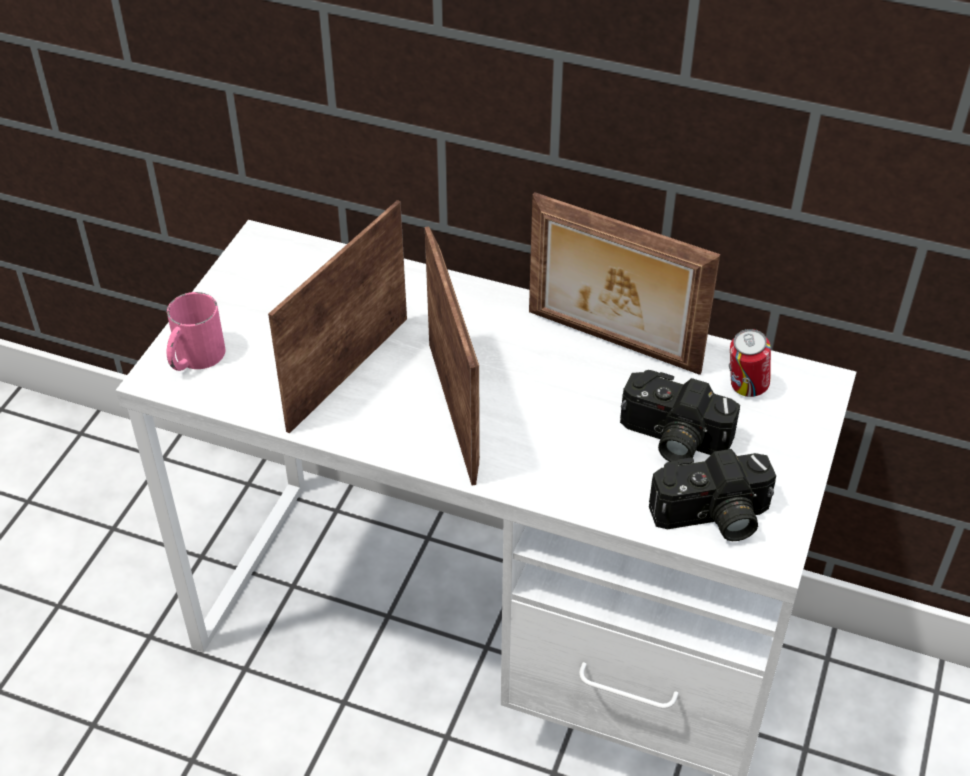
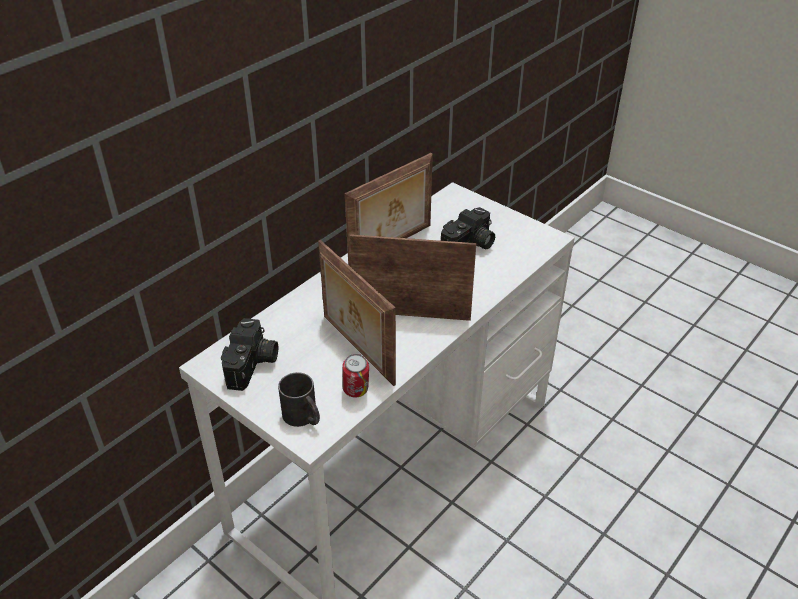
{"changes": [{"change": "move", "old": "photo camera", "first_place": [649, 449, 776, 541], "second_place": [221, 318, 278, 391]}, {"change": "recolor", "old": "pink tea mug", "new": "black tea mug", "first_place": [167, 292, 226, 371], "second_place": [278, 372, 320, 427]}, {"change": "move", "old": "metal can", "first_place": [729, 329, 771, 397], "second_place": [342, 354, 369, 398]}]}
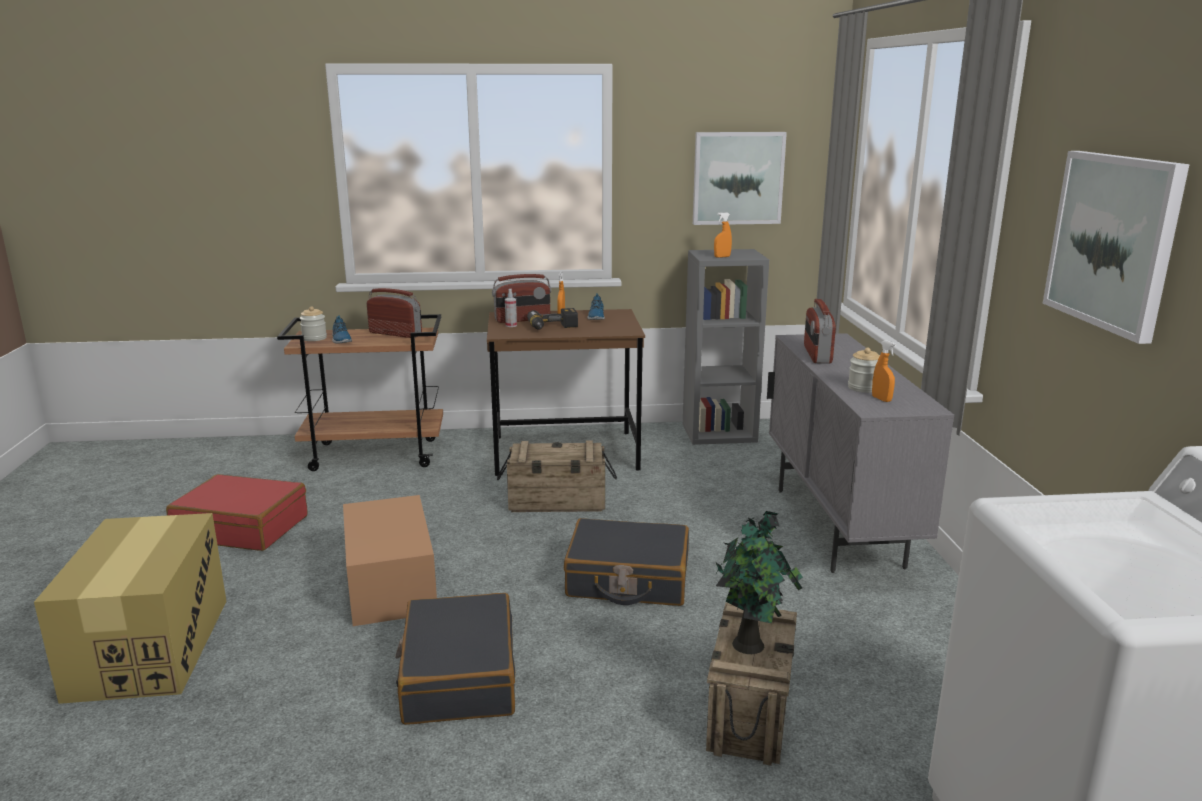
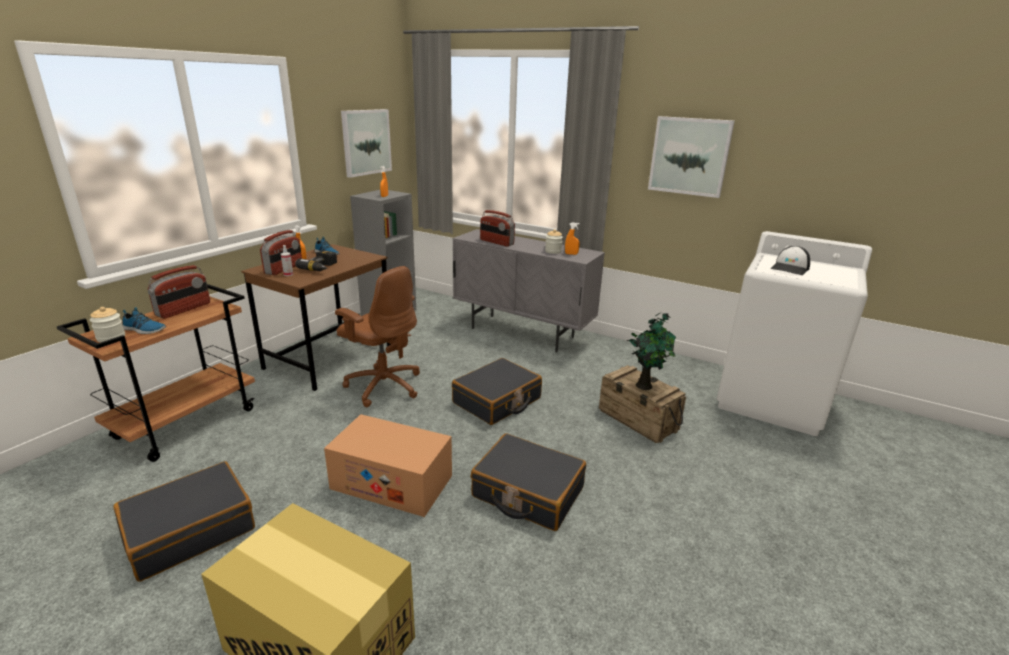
{"changes": [{"change": "recolor", "old": "red-coloured suitcase", "new": "black suitcase", "first_place": [166, 474, 308, 551], "second_place": [113, 461, 255, 582]}, {"change": "rotate", "old": "radio receiver", "first_place": [367, 288, 422, 338], "second_place": [148, 265, 210, 318], "degrees": 150}, {"change": "replace", "old": "packing crate", "new": "brownish computer chair", "first_place": [497, 440, 617, 512], "second_place": [335, 266, 420, 407]}, {"change": "insert", "new": "baseball cap", "second_place": [770, 246, 810, 275]}]}
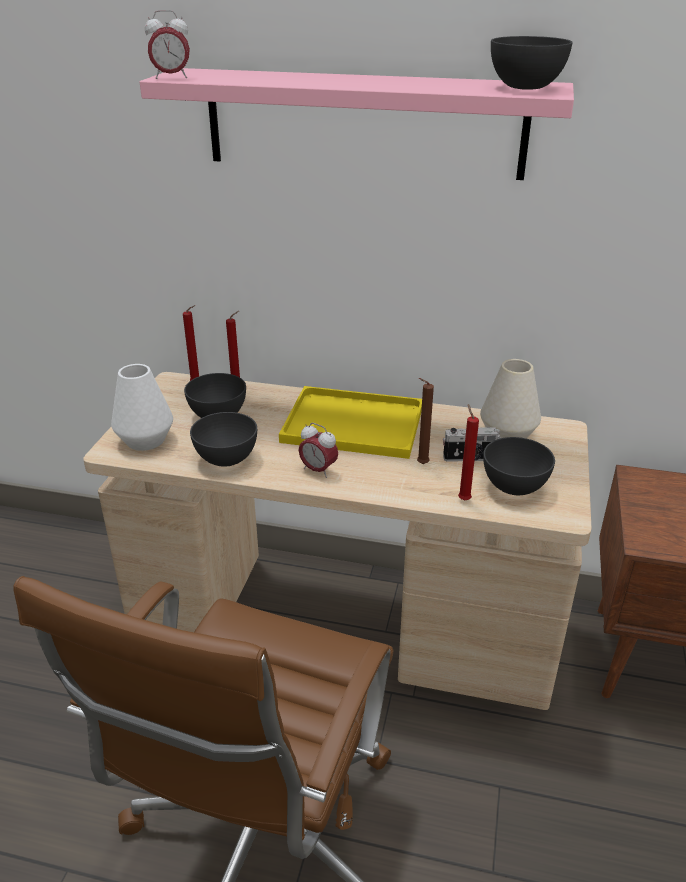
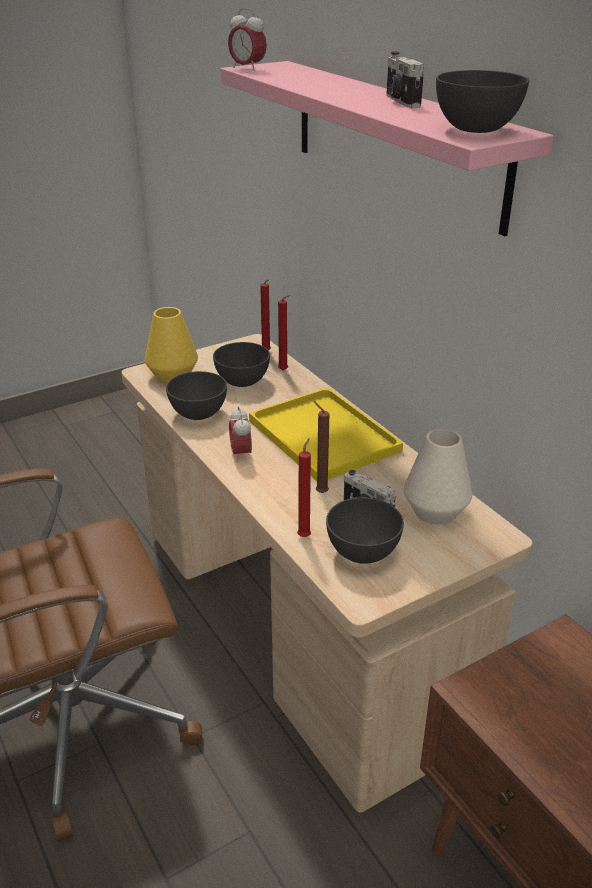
{"changes": [{"change": "recolor", "old": "whitish vase", "new": "yellow vase", "first_place": [111, 364, 173, 451], "second_place": [145, 307, 198, 383]}, {"change": "insert", "new": "photo camera", "second_place": [386, 51, 424, 108]}]}
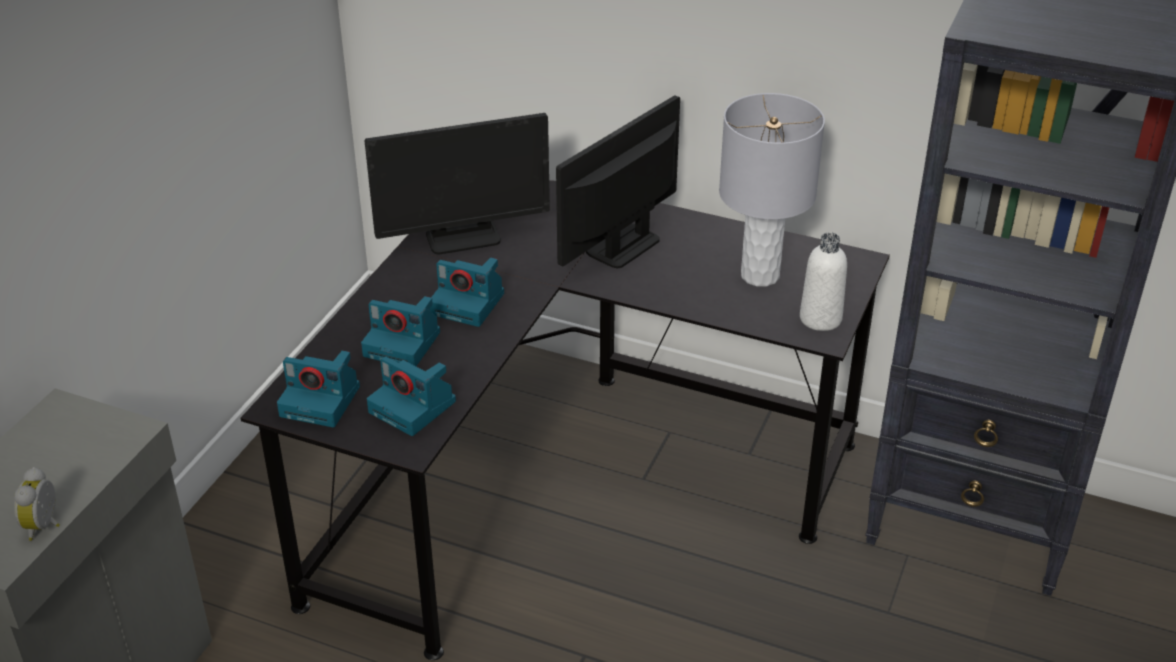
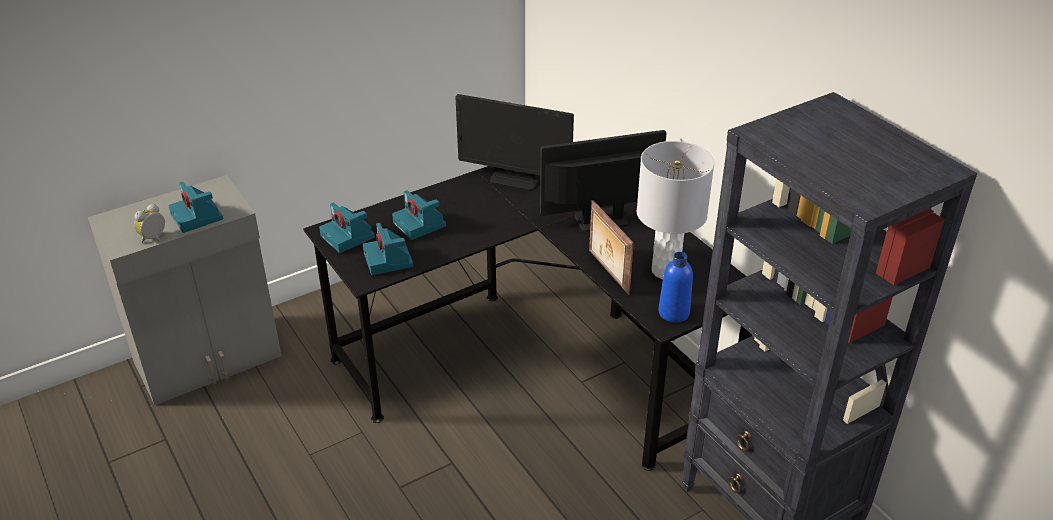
{"changes": [{"change": "move", "old": "photo camera", "first_place": [429, 258, 504, 327], "second_place": [168, 182, 223, 233]}, {"change": "insert", "new": "standing frame", "second_place": [589, 200, 634, 295]}, {"change": "recolor", "old": "whitish beverage bottle", "new": "blue beverage bottle", "first_place": [800, 232, 847, 331], "second_place": [658, 252, 693, 322]}]}
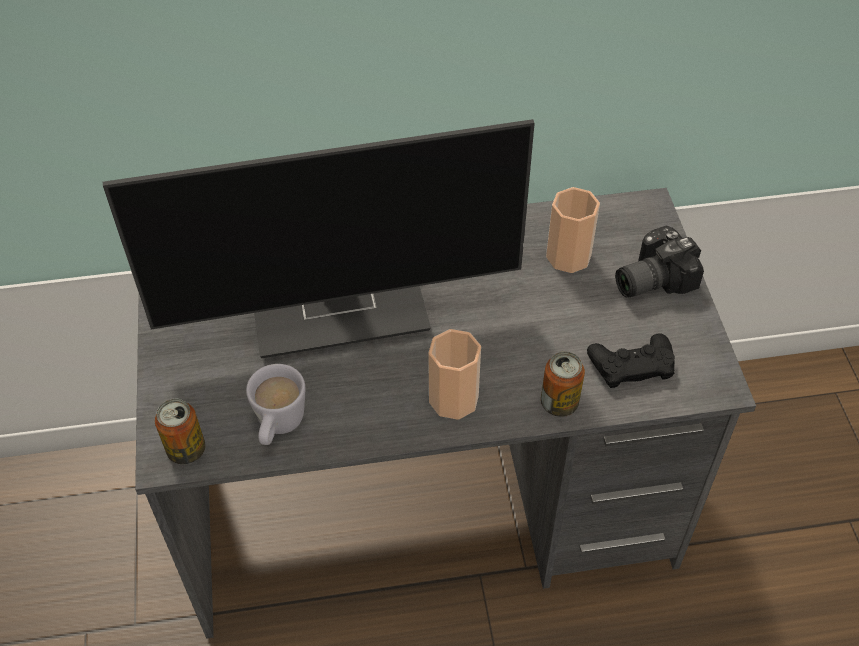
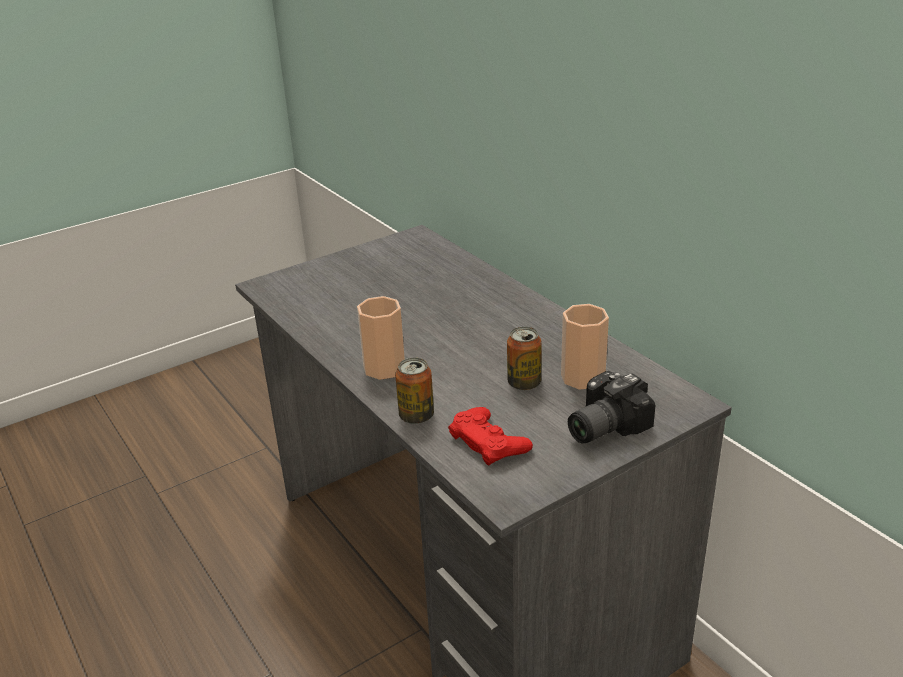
{"changes": [{"change": "recolor", "old": "black gamepad", "new": "red-coloured gamepad", "first_place": [587, 333, 675, 388], "second_place": [448, 407, 533, 466]}, {"change": "move", "old": "metal can", "first_place": [155, 399, 205, 464], "second_place": [507, 327, 542, 391]}, {"change": "rotate", "old": "photo camera", "first_place": [615, 225, 704, 297], "second_place": [568, 371, 655, 443], "degrees": -75}, {"change": "delete", "old": "computer screen", "first_place": [103, 119, 535, 358]}, {"change": "delete", "old": "whitish tea mug", "first_place": [246, 364, 305, 445]}]}
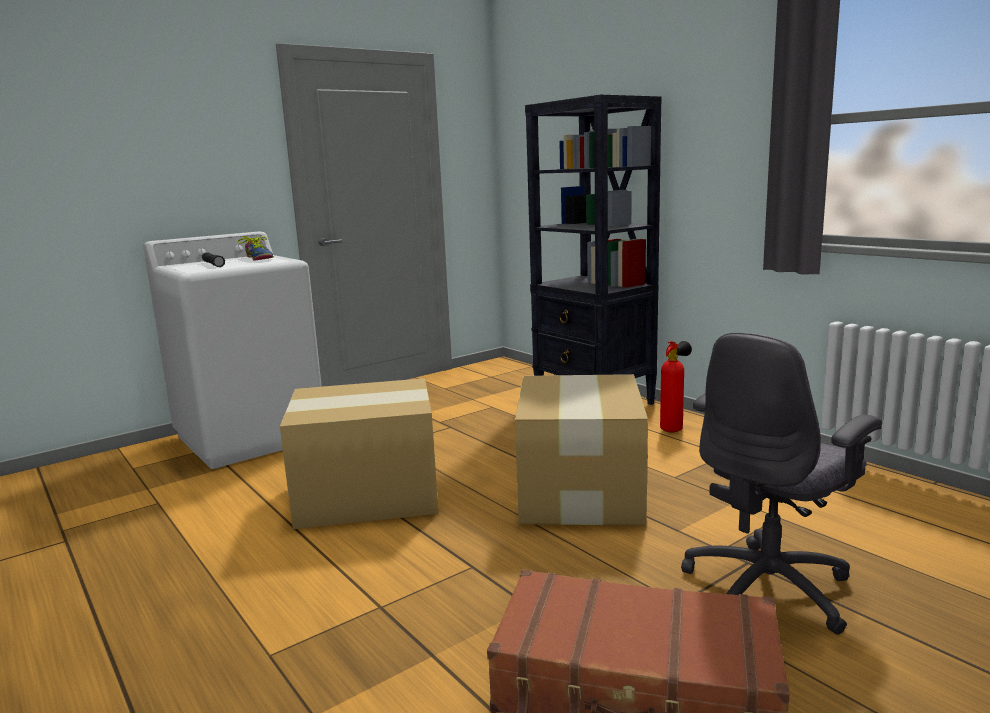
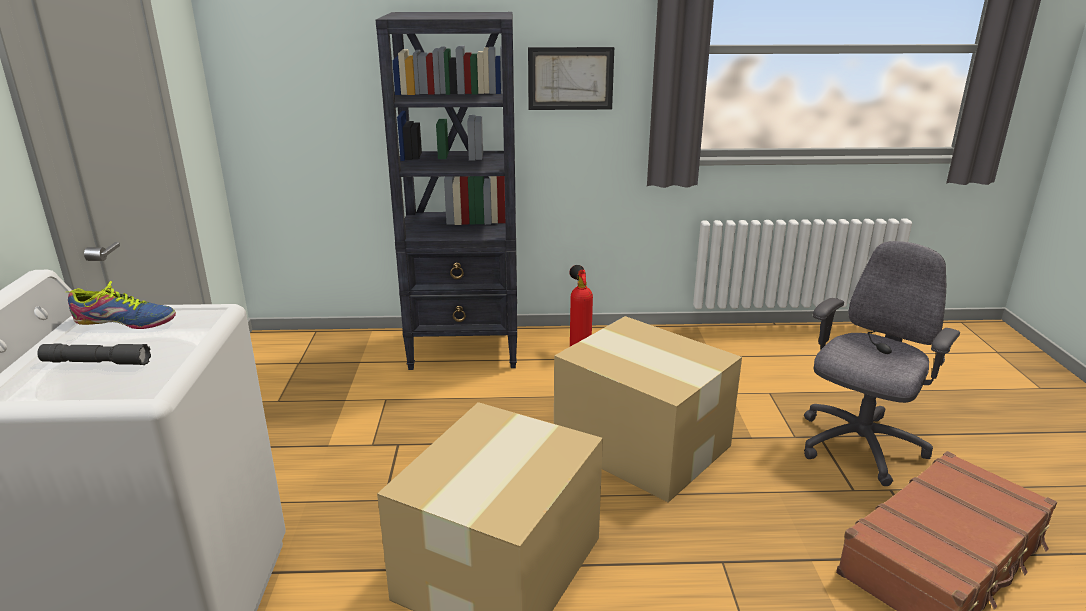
{"changes": [{"change": "insert", "new": "wall art", "second_place": [528, 47, 614, 110]}, {"change": "rotate", "old": "greyish computer chair", "first_place": [681, 332, 882, 635], "second_place": [804, 241, 960, 486], "degrees": -135}]}
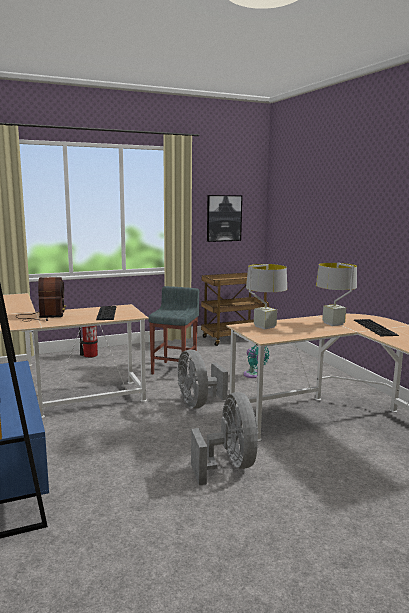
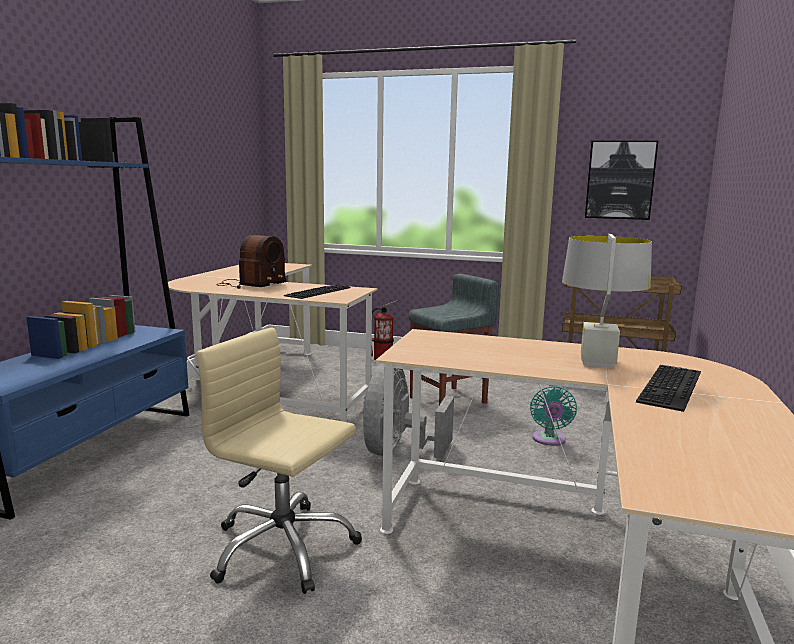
{"changes": [{"change": "replace", "old": "greyish cooling fan", "new": "sand-coloured computer chair", "first_place": [191, 392, 258, 485], "second_place": [196, 327, 362, 594]}, {"change": "delete", "old": "greyish lamp for a table", "first_place": [246, 264, 287, 330]}]}
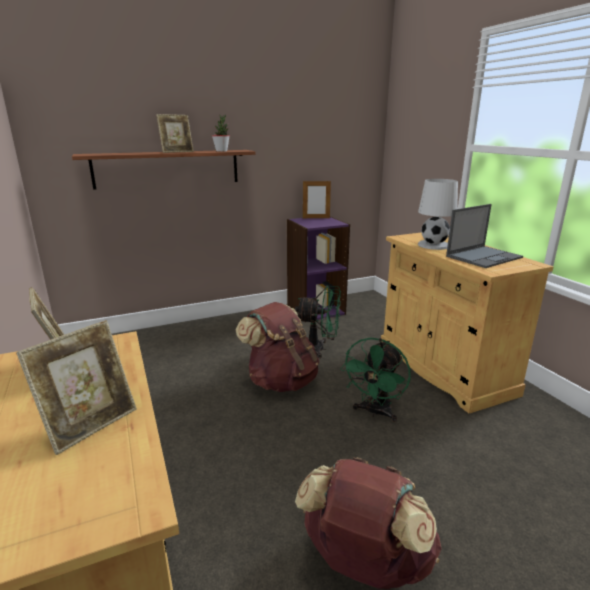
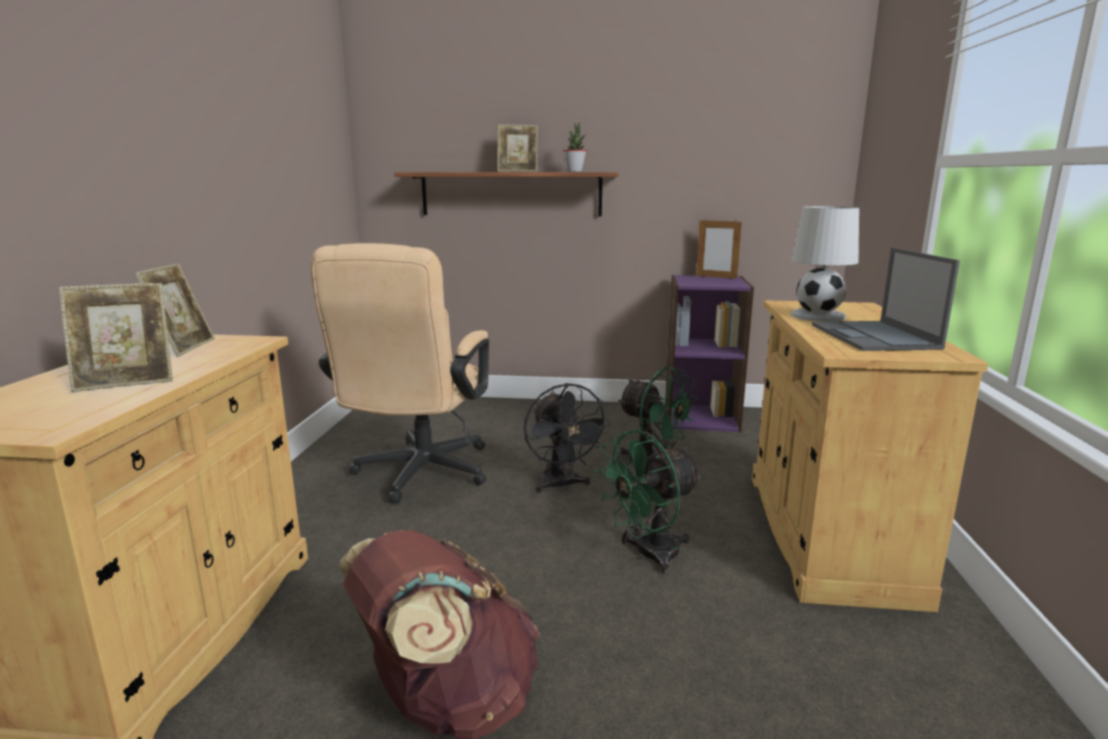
{"changes": [{"change": "insert", "new": "sand-coloured computer chair", "second_place": [311, 243, 489, 504]}, {"change": "replace", "old": "brownish rucksack", "new": "black cooling fan", "first_place": [236, 302, 319, 392], "second_place": [524, 383, 611, 493]}, {"change": "rotate", "old": "laptop", "first_place": [446, 204, 523, 268], "second_place": [812, 248, 960, 351], "degrees": 90}]}
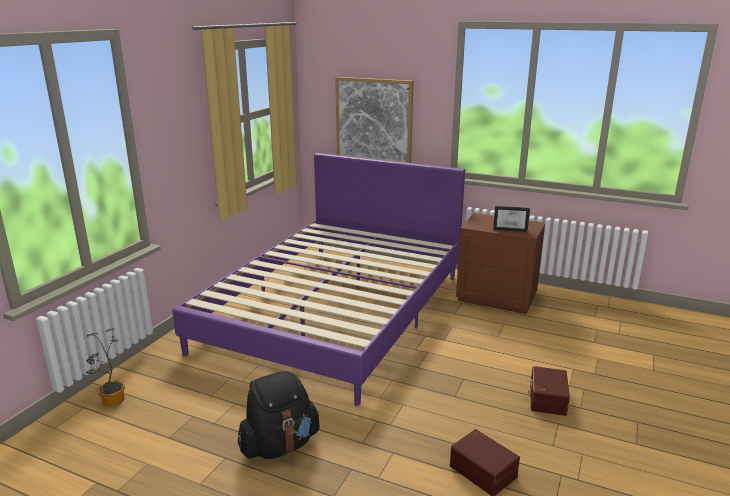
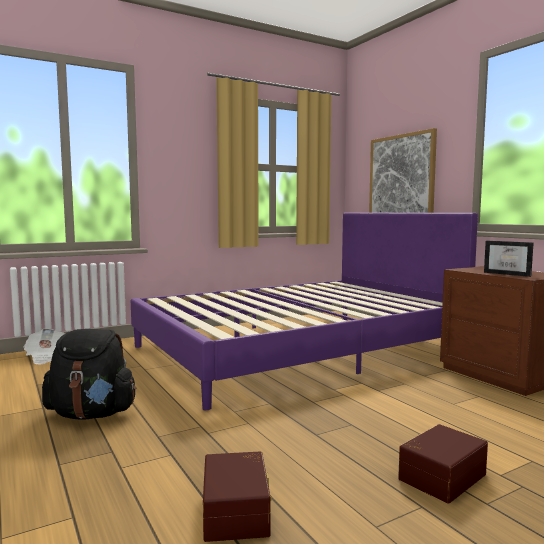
{"changes": [{"change": "replace", "old": "potted plant", "new": "daily paper", "first_place": [86, 328, 125, 407], "second_place": [23, 328, 65, 365]}]}
